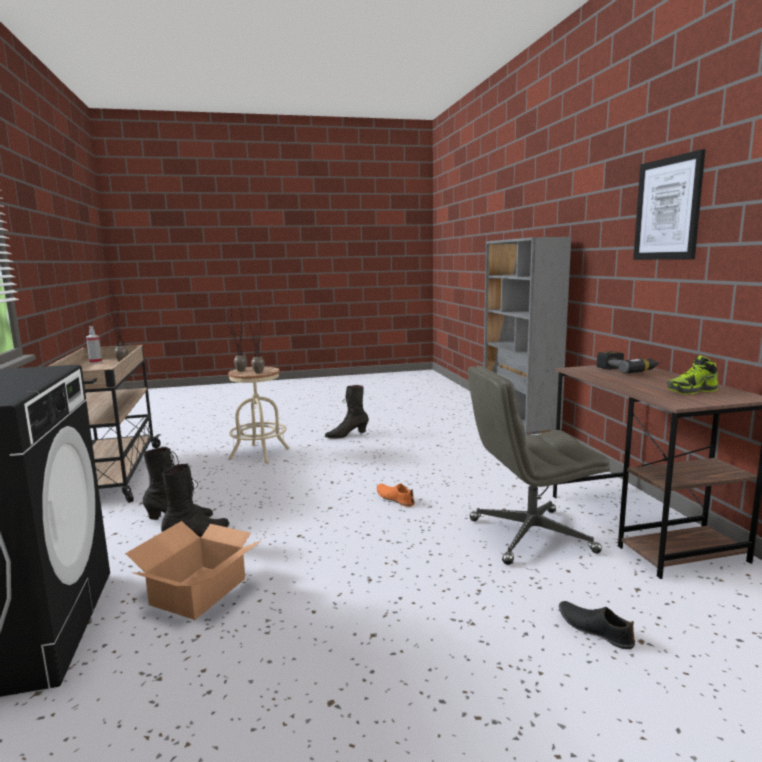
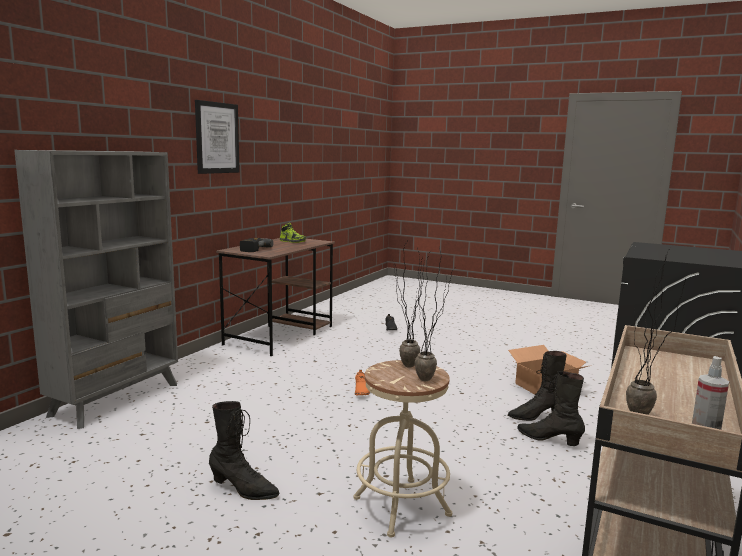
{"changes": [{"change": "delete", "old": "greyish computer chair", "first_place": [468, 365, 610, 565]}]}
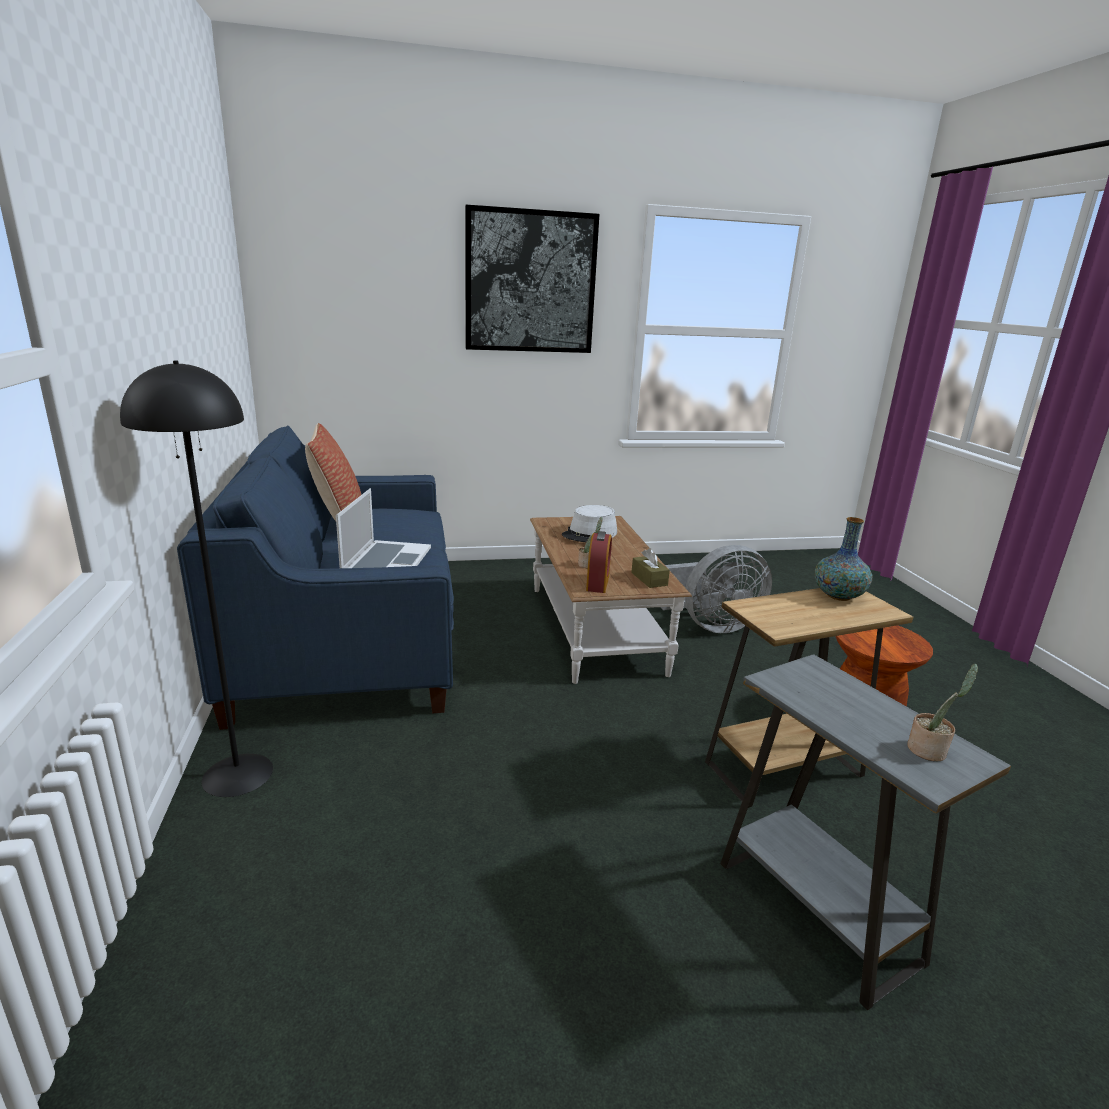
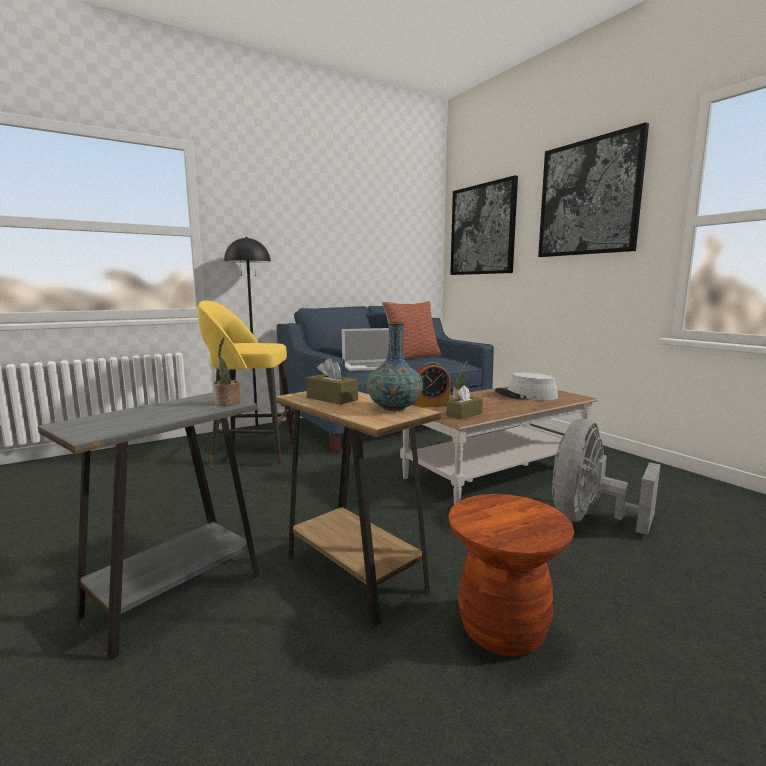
{"changes": [{"change": "insert", "new": "yellow stool seat", "second_place": [198, 300, 293, 466]}, {"change": "move", "old": "potted plant", "first_place": [907, 664, 978, 761], "second_place": [213, 337, 240, 406]}, {"change": "insert", "new": "brownish tissue box", "second_place": [306, 358, 358, 405]}, {"change": "insert", "new": "wall art", "second_place": [450, 175, 518, 275]}, {"change": "rotate", "old": "greyish cooling fan", "first_place": [660, 545, 772, 633], "second_place": [552, 419, 661, 535], "degrees": 75}]}
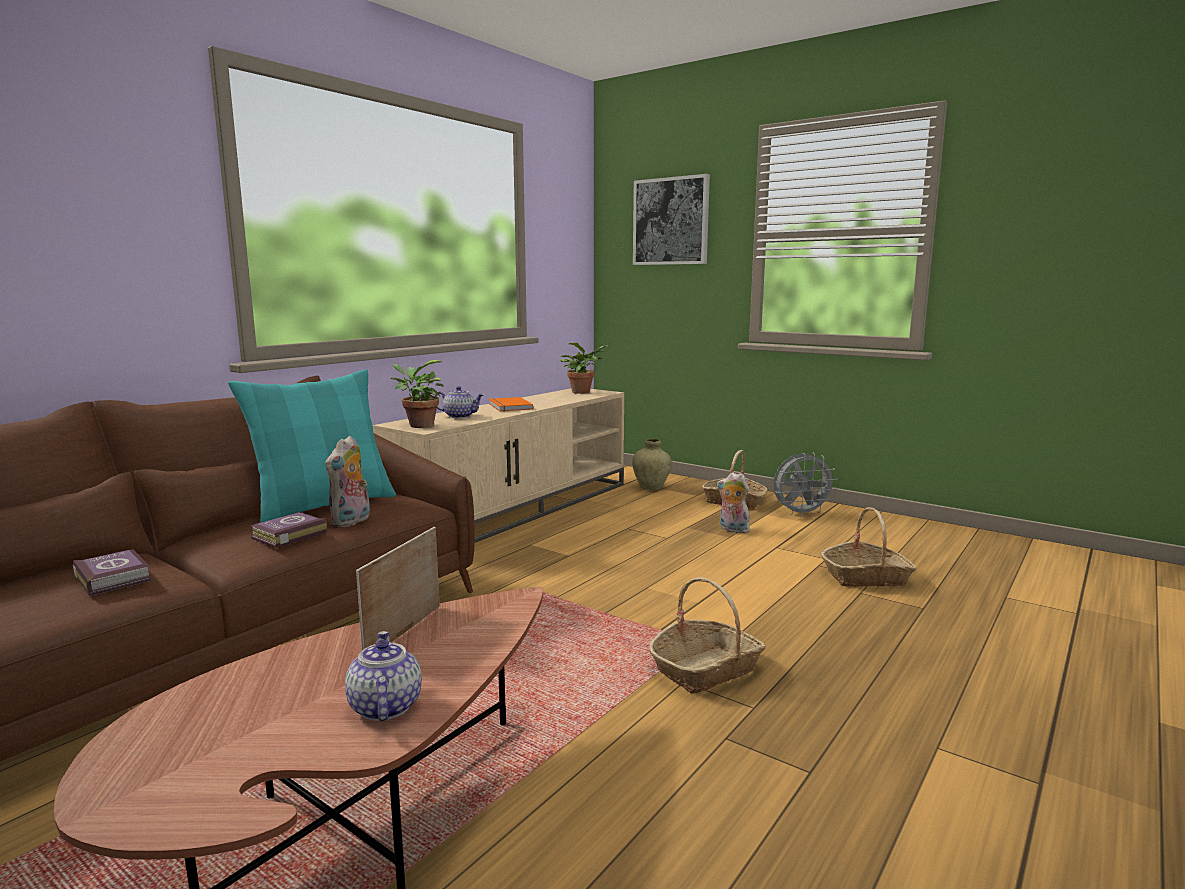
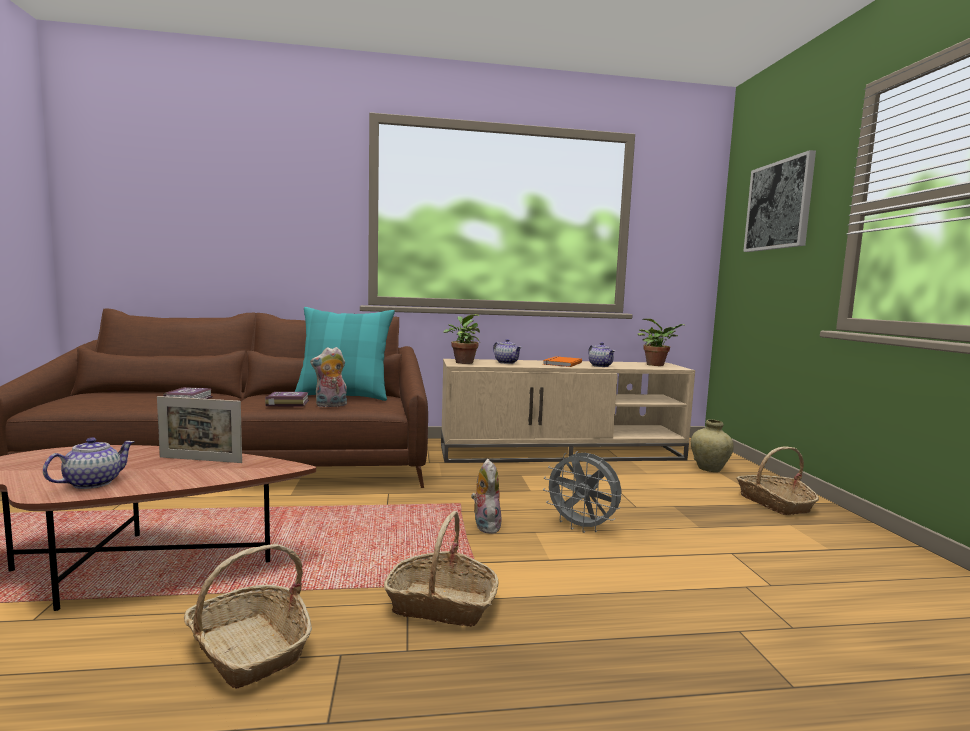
{"changes": [{"change": "rotate", "old": "standing frame", "first_place": [356, 527, 440, 650], "second_place": [157, 396, 242, 463], "degrees": -150}, {"change": "move", "old": "household basket", "first_place": [821, 507, 917, 587], "second_place": [184, 544, 312, 689]}, {"change": "move", "old": "cuddly toy", "first_place": [717, 472, 750, 533], "second_place": [471, 459, 502, 534]}, {"change": "move", "old": "greyish cooling fan", "first_place": [773, 453, 837, 517], "second_place": [543, 451, 621, 533]}, {"change": "insert", "new": "teapot", "second_place": [588, 342, 615, 367]}]}
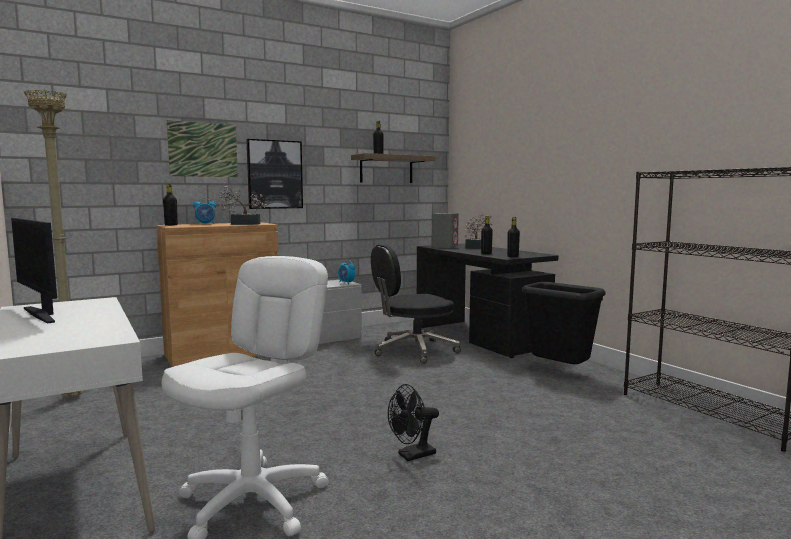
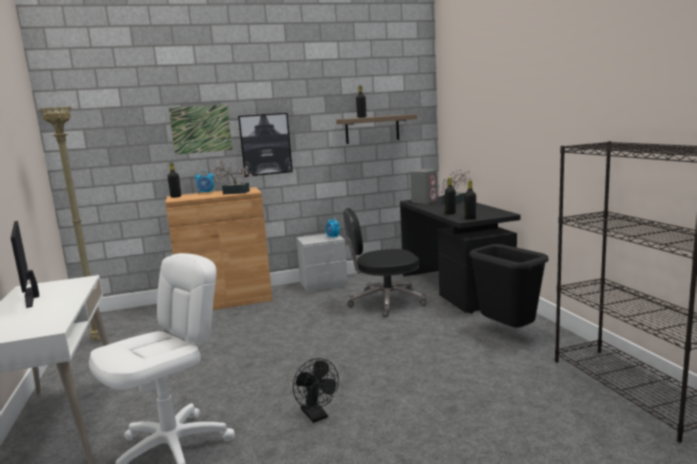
{"changes": [{"change": "rotate", "old": "black cooling fan", "first_place": [388, 384, 439, 461], "second_place": [293, 358, 339, 423], "degrees": -105}]}
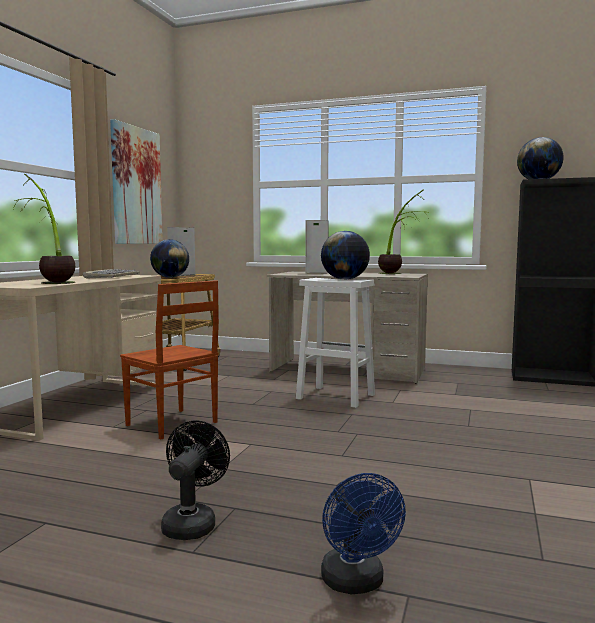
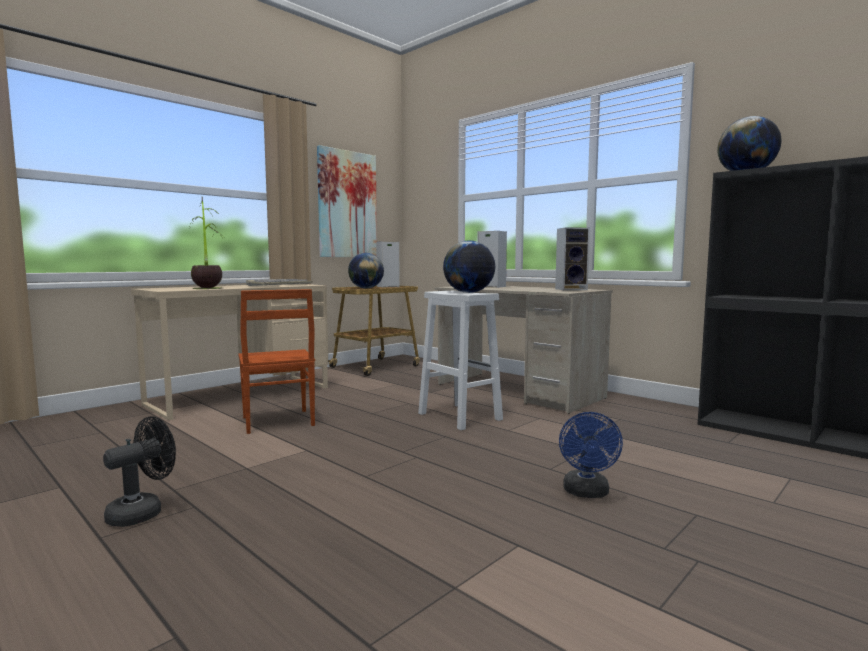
{"changes": [{"change": "replace", "old": "potted plant", "new": "loudspeaker", "first_place": [378, 189, 429, 274], "second_place": [555, 227, 590, 290]}, {"change": "move", "old": "blue cooling fan", "first_place": [321, 473, 406, 594], "second_place": [559, 412, 623, 498]}]}
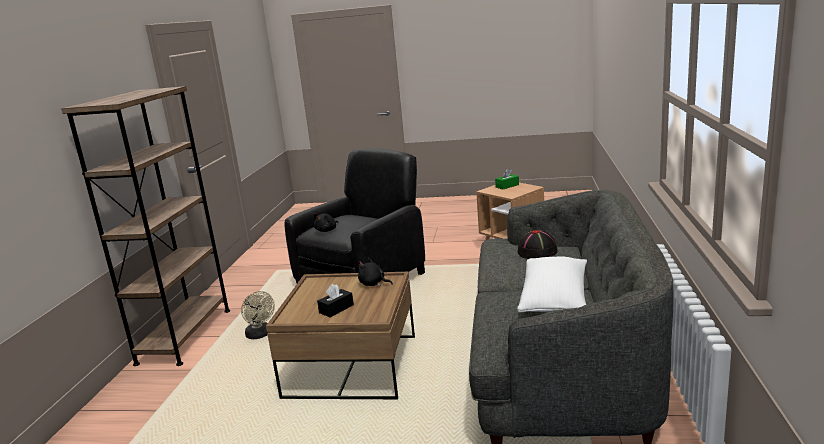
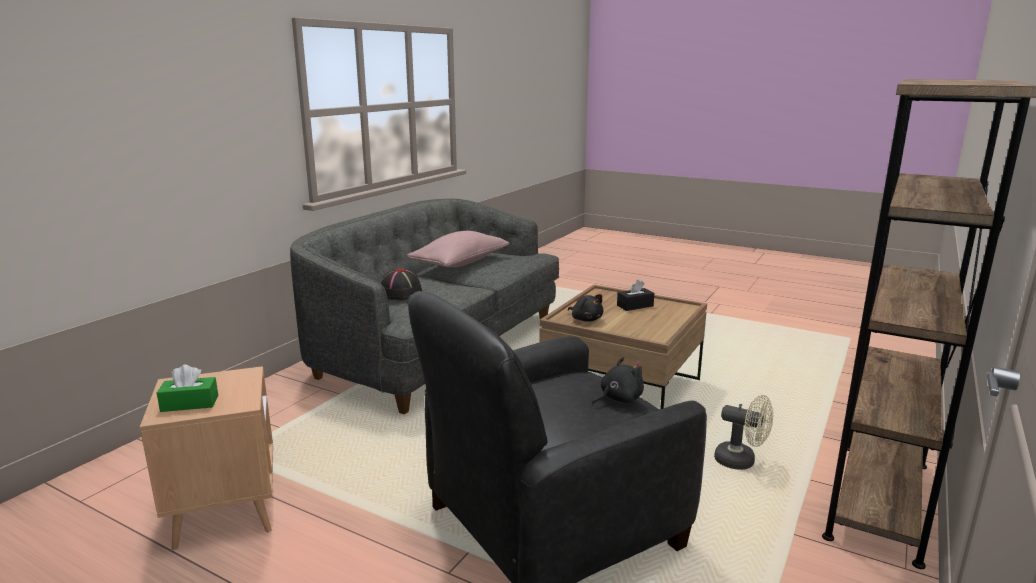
{"changes": [{"change": "recolor", "old": "whitish cushion", "new": "pink cushion", "first_place": [518, 256, 587, 312], "second_place": [407, 231, 509, 267]}, {"change": "rotate", "old": "sand-coloured cooling fan", "first_place": [241, 291, 275, 339], "second_place": [714, 395, 773, 470], "degrees": 135}]}
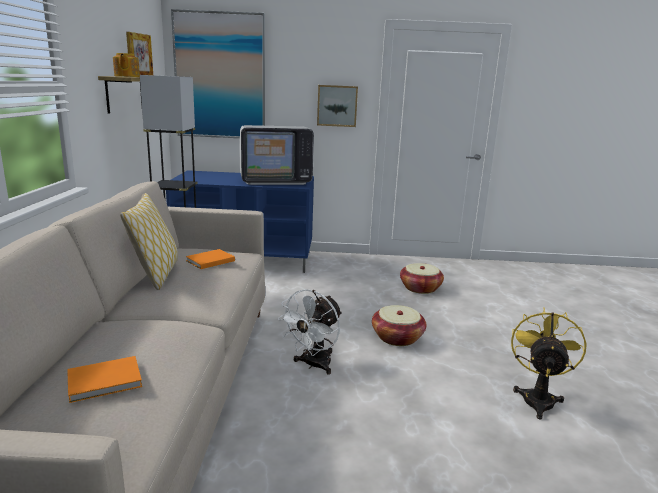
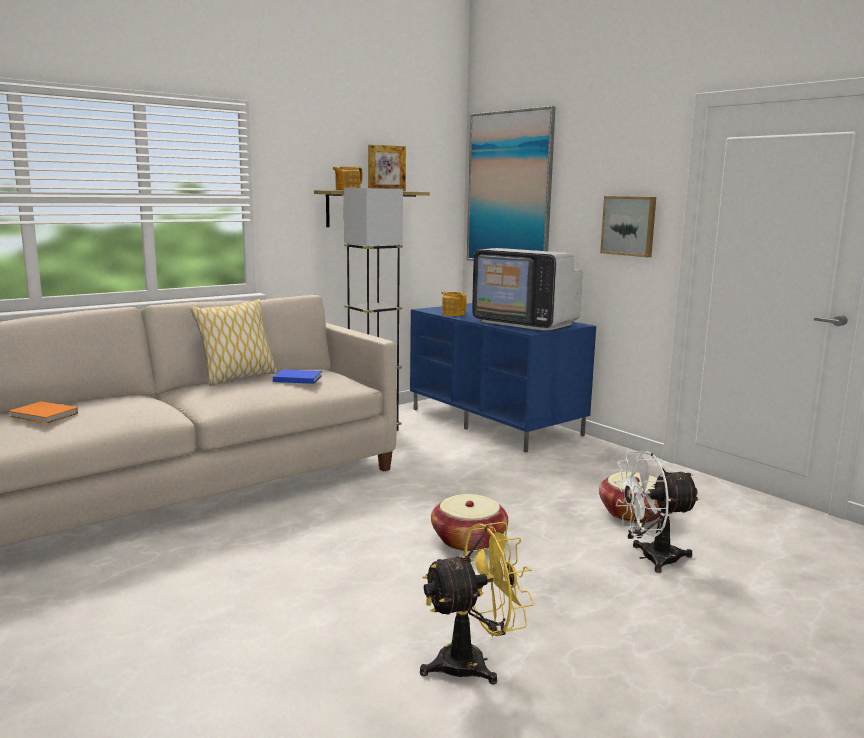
{"changes": [{"change": "recolor", "old": "orangey volume", "new": "blue volume", "first_place": [186, 249, 235, 269], "second_place": [273, 369, 322, 384]}, {"change": "insert", "new": "teapot", "second_place": [441, 291, 467, 316]}, {"change": "move", "old": "whitish cooling fan", "first_place": [278, 289, 342, 375], "second_place": [614, 451, 701, 573]}]}
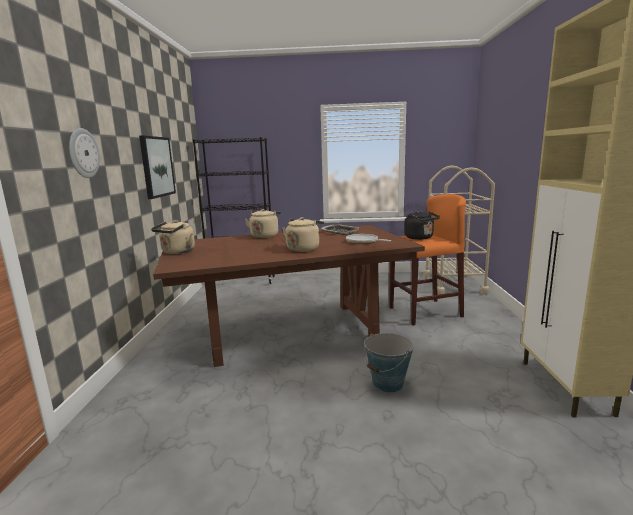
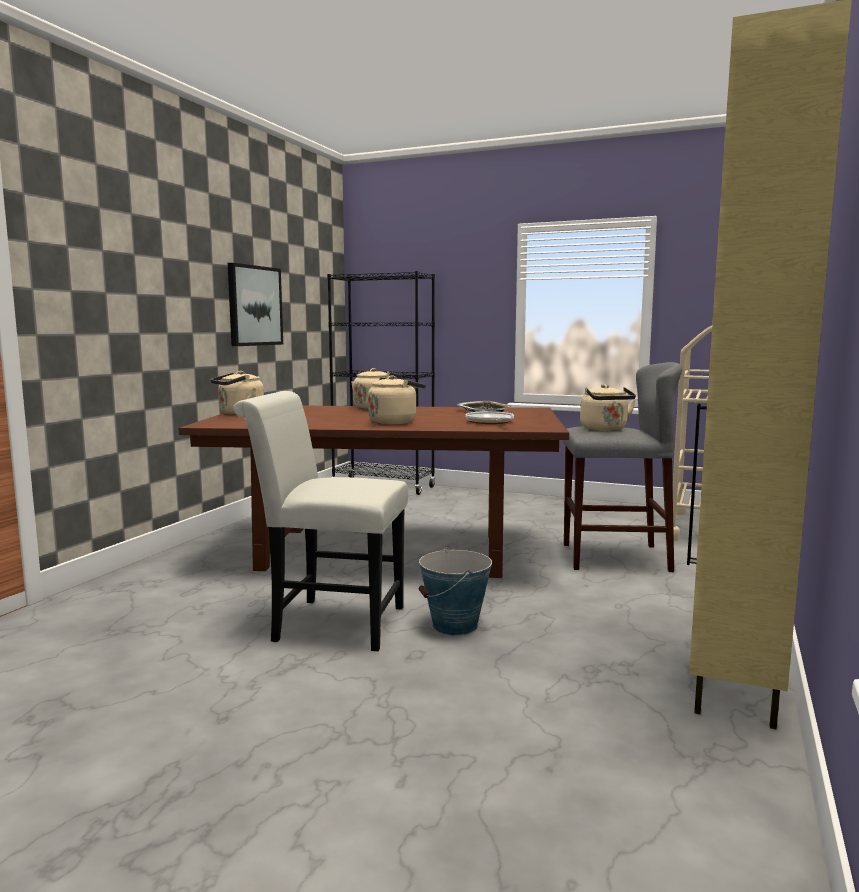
{"changes": [{"change": "insert", "new": "whitish upright chair", "second_place": [233, 391, 408, 651]}, {"change": "recolor", "old": "orangey stool seat", "new": "greyish stool seat", "first_place": [389, 194, 466, 325], "second_place": [563, 362, 682, 572]}, {"change": "recolor", "old": "black water kettle", "new": "sand-coloured water kettle", "first_place": [404, 211, 440, 240], "second_place": [580, 384, 636, 431]}, {"change": "delete", "old": "clock on the wall", "first_place": [69, 128, 100, 178]}]}
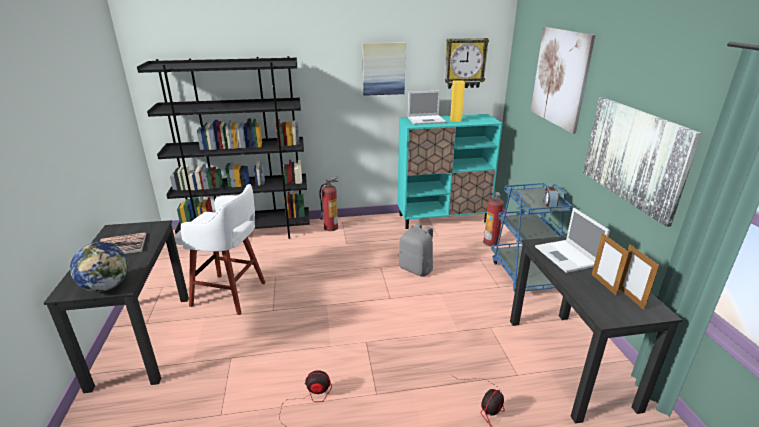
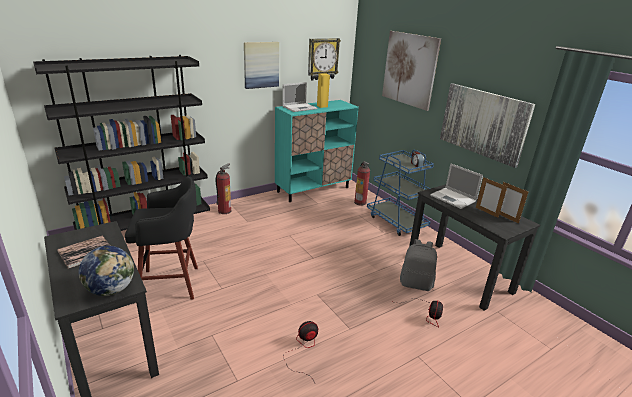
{"changes": [{"change": "recolor", "old": "whitish stool seat", "new": "black stool seat", "first_place": [174, 184, 266, 315], "second_place": [125, 176, 198, 300]}, {"change": "move", "old": "greyish rucksack", "first_place": [399, 223, 433, 277], "second_place": [400, 239, 437, 291]}]}
